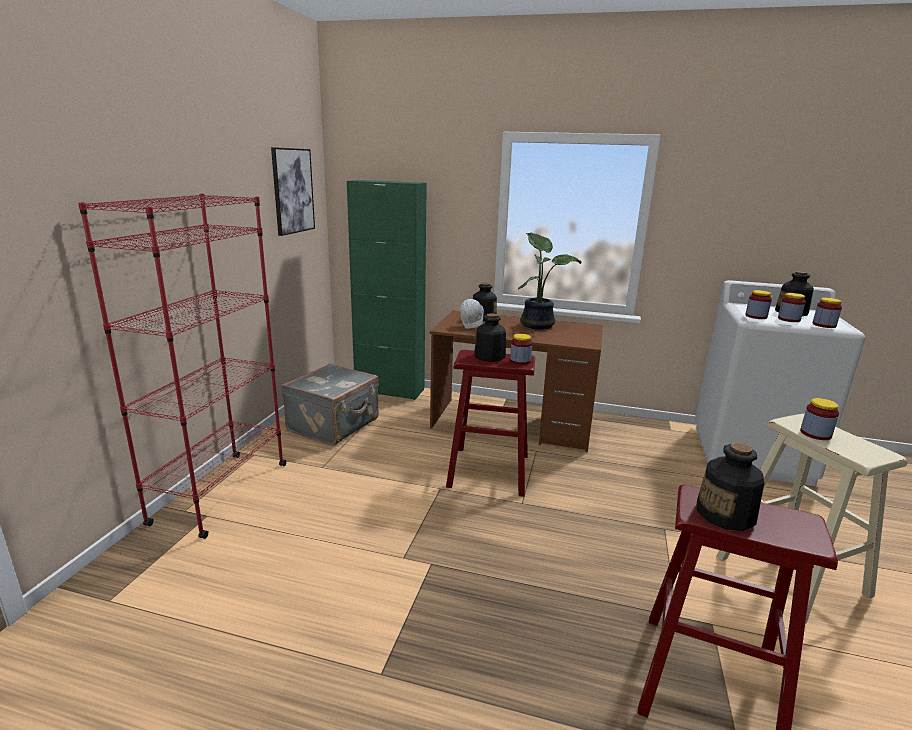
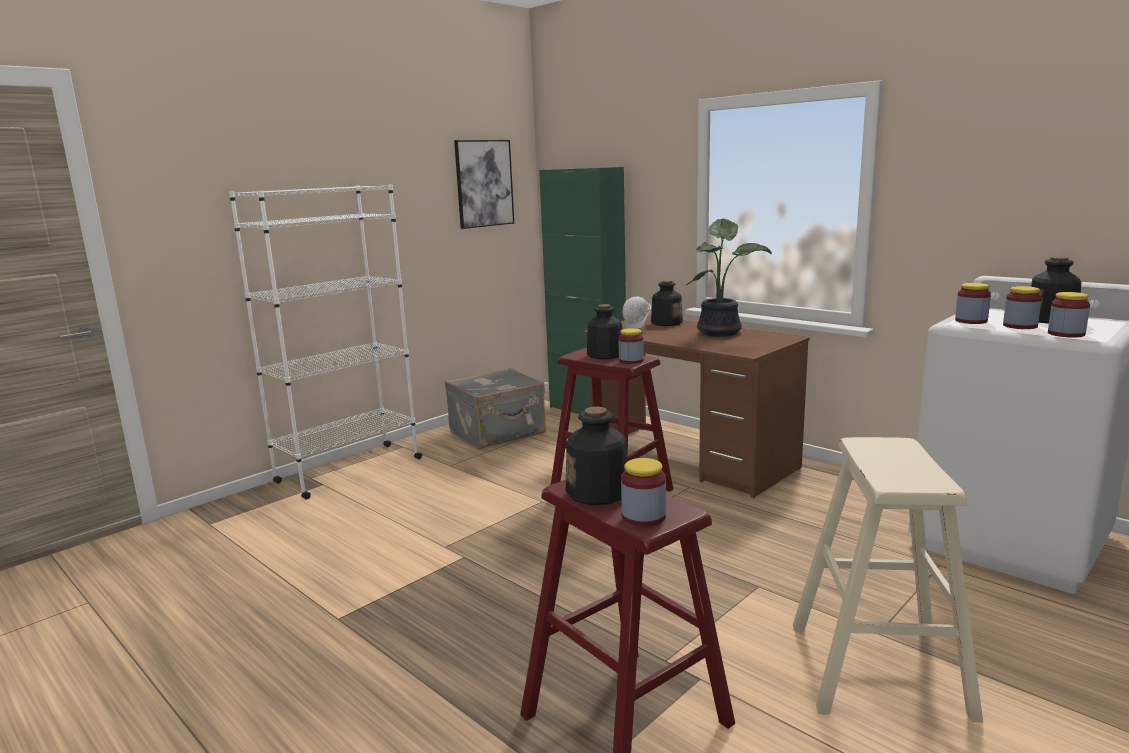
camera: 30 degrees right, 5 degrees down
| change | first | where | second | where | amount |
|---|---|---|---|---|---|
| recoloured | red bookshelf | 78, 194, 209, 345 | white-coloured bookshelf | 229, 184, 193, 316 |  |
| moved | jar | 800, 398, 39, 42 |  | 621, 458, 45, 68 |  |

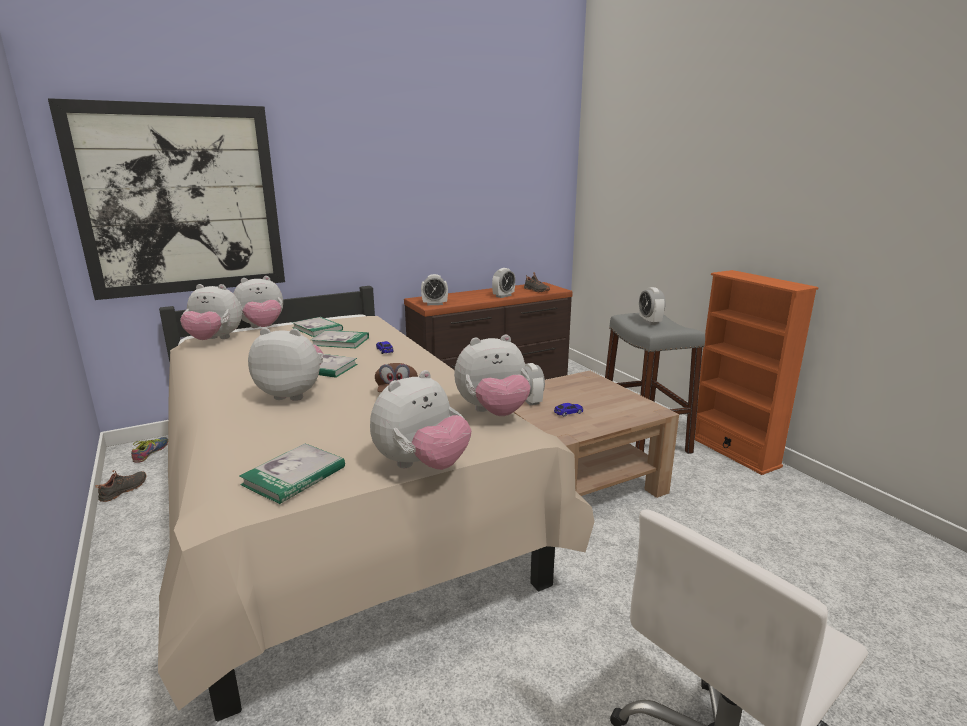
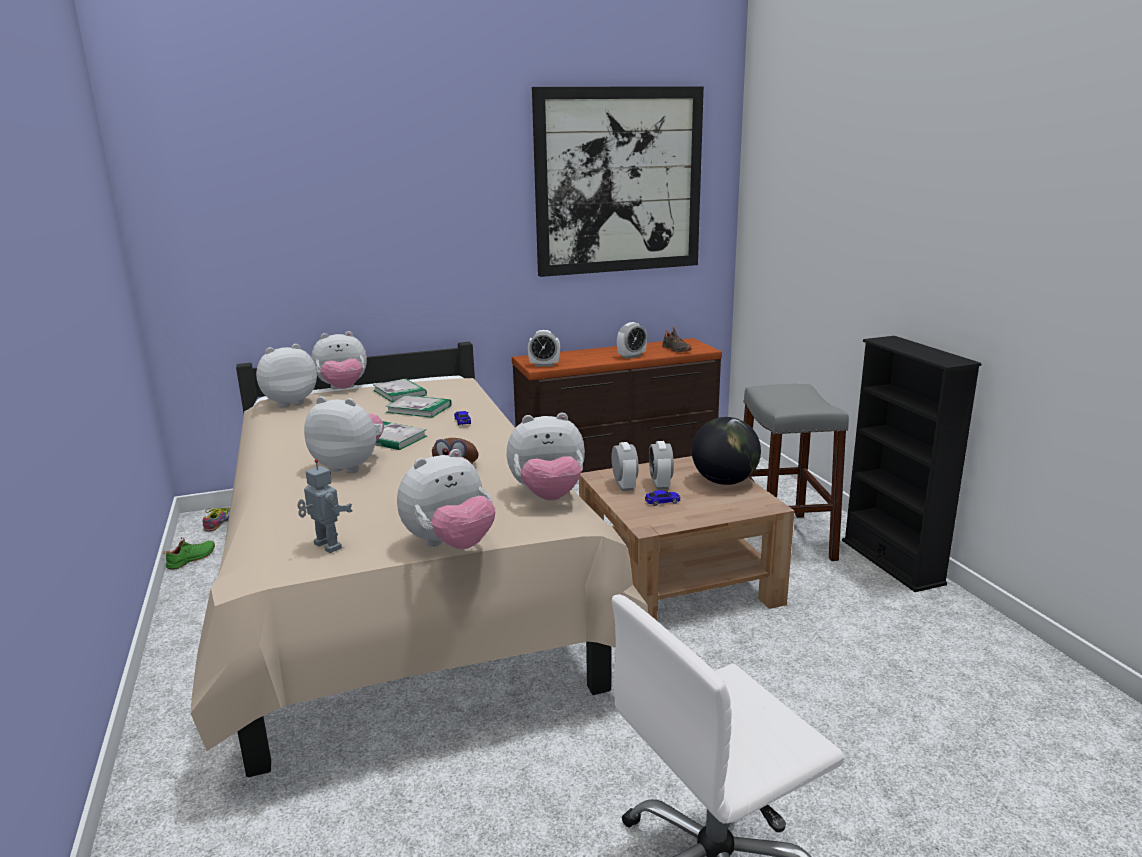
camera: 10 degrees right, 0 degrees up
| change | first | where | second | where | amount |
|---|---|---|---|---|---|
| recoloured | black shoe | 95, 470, 51, 32 | green-coloured shoe | 163, 537, 52, 33 |  |
| turned | plush toy | 180, 284, 62, 56 |  | 256, 344, 61, 63 | 135 degrees clockwise |
| replaced | bound book | 239, 443, 106, 61 | toy robot | 297, 459, 56, 94 |  |
| moved | wall picture | 48, 98, 237, 202 |  | 532, 86, 172, 191 |  |
| moved | table clock | 639, 287, 27, 38 |  | 649, 441, 25, 49 |  |
| added |  |  | desk globe | 692, 417, 69, 68 |  |
| recoloured | orange-coloured bookshelf | 695, 270, 124, 205 | black bookshelf | 842, 336, 140, 256 |  |

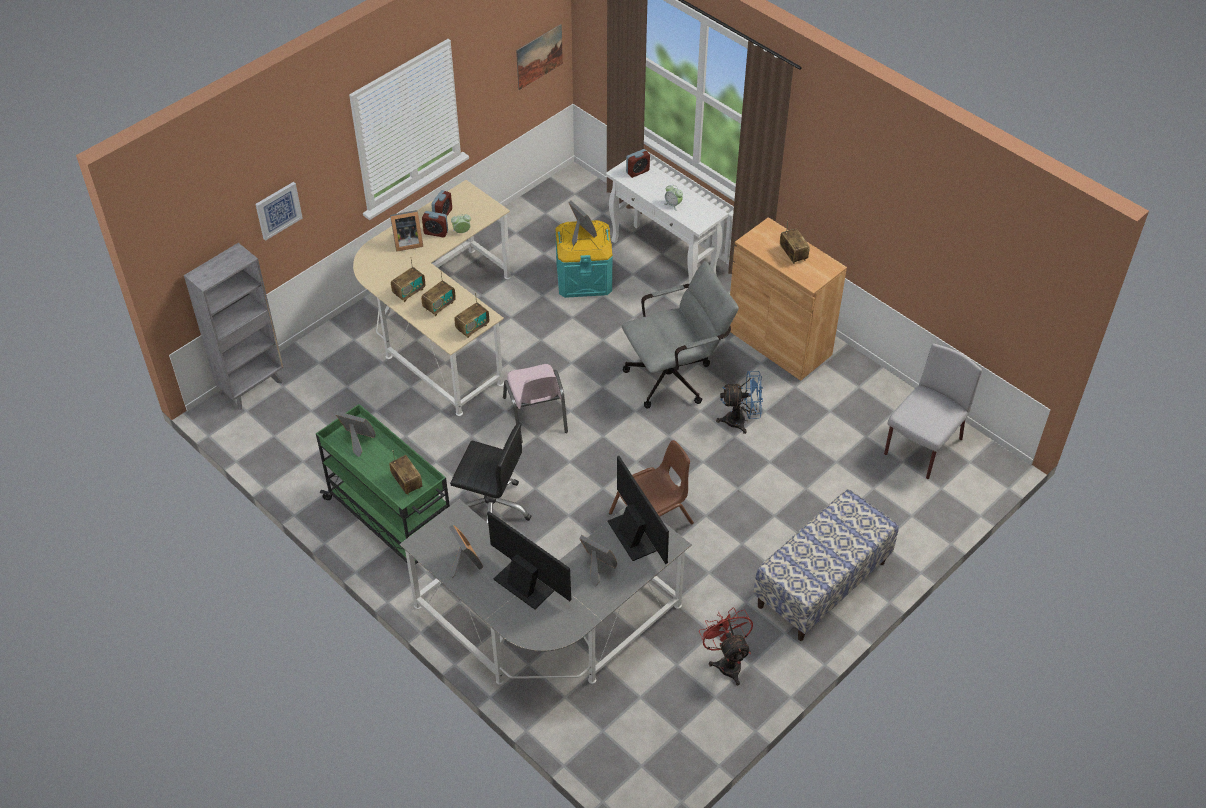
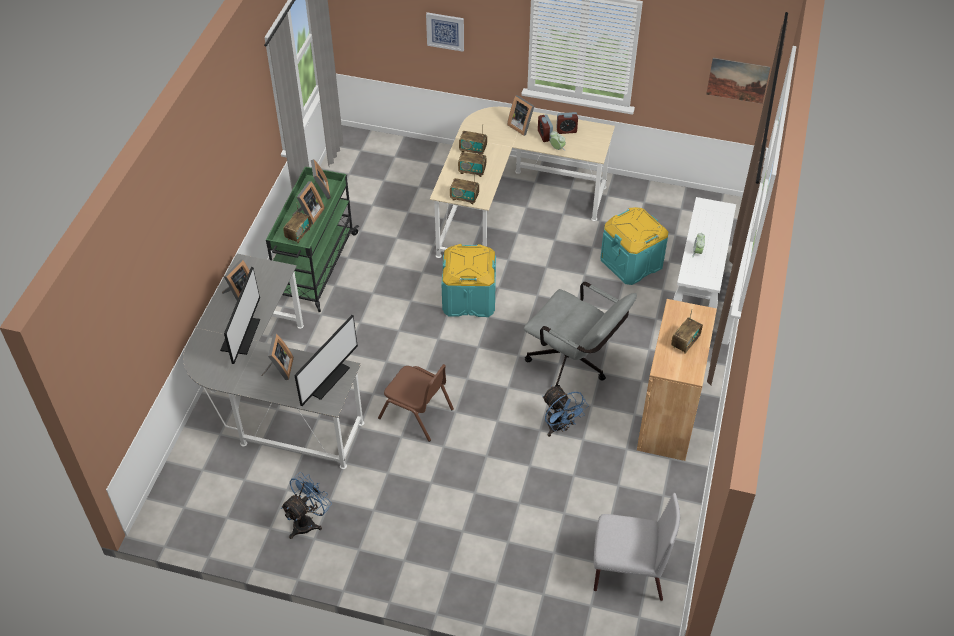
camera: 60 degrees right, 0 degrees up
| change | first | where | second | where | amount |
|---|---|---|---|---|---|
| recoloured | red electric fan | 699, 608, 54, 77 | blue electric fan | 281, 472, 51, 67 |  |
| moved | picture frame | 568, 201, 29, 45 |  | 292, 181, 33, 43 |  |
| replaced | pinkish plain chair | 503, 364, 65, 78 | turquoise storage bin | 441, 244, 55, 73 |  |
| removed | greyish bookshelf | 184, 243, 100, 167 |  |  |  |
| removed | black office chair | 450, 423, 81, 100 |  |  |  |
| removed | table clock | 626, 149, 24, 29 |  |  |  |
| removed | indoor bench | 753, 489, 146, 152 |  |  |  |

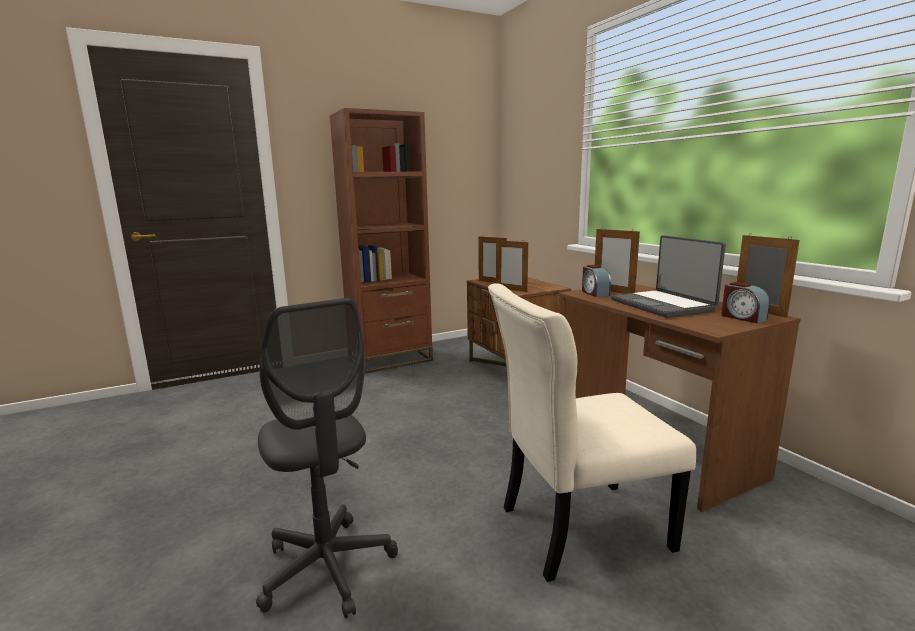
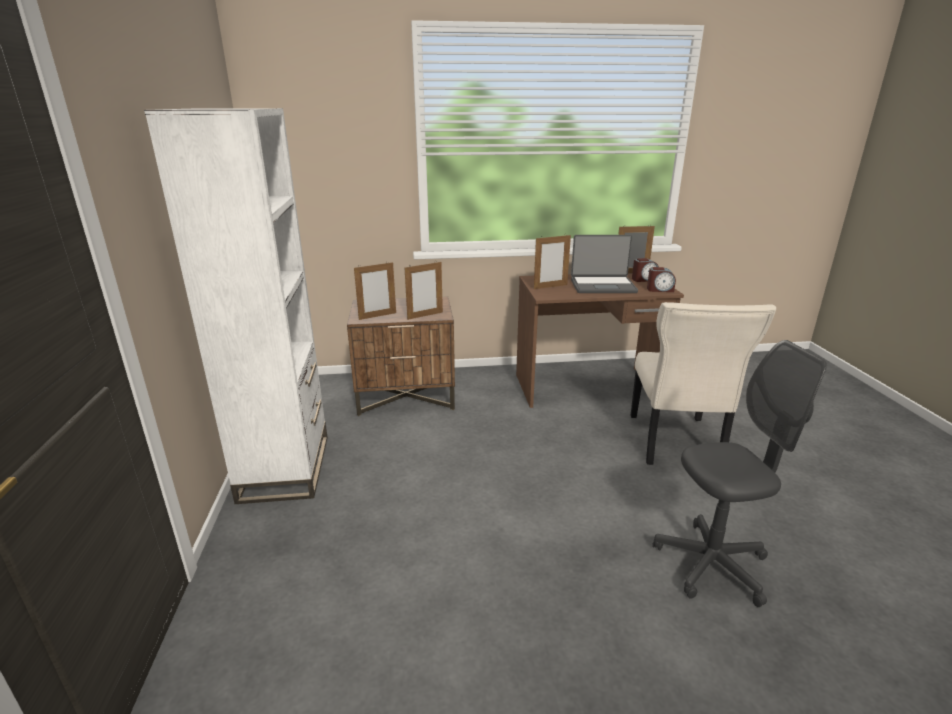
camera: 70 degrees left, 10 degrees up
| change | first | where | second | where | amount |
|---|---|---|---|---|---|
| recoloured | brown bookshelf | 330, 108, 103, 266 | white-coloured bookshelf | 144, 108, 184, 396 |  |
| moved | table clock | 582, 265, 29, 32 |  | 647, 267, 29, 25 |  |

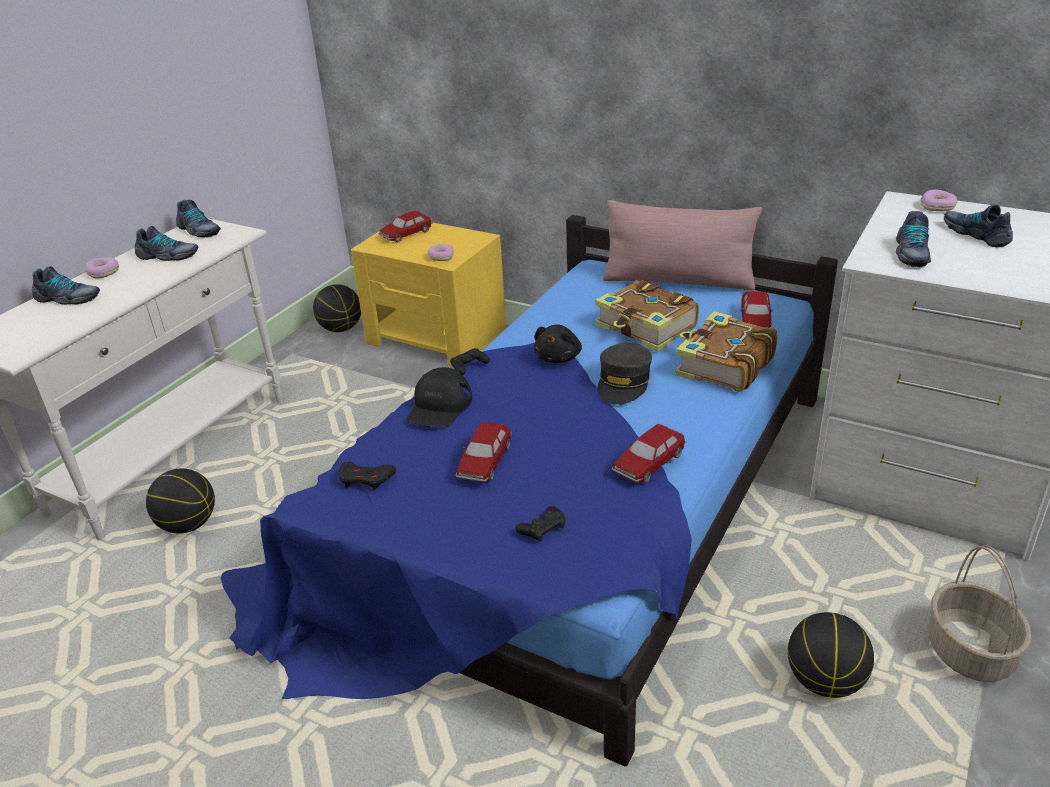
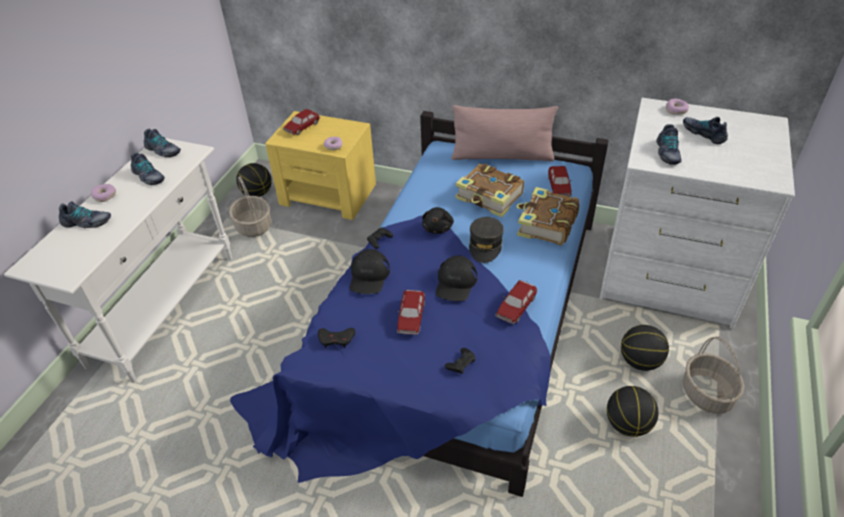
camera: 10 degrees left, 10 degrees up
| change | first | where | second | where | amount |
|---|---|---|---|---|---|
| turned | shoe | 135, 226, 63, 35 |  | 131, 152, 34, 33 | 45 degrees clockwise |
| added |  |  | basket | 229, 176, 43, 61 |  |
| added |  |  | black baseball cap | 436, 256, 41, 45 |  |
| moved | basketball ball | 146, 468, 69, 65 |  | 621, 325, 48, 46 |  |

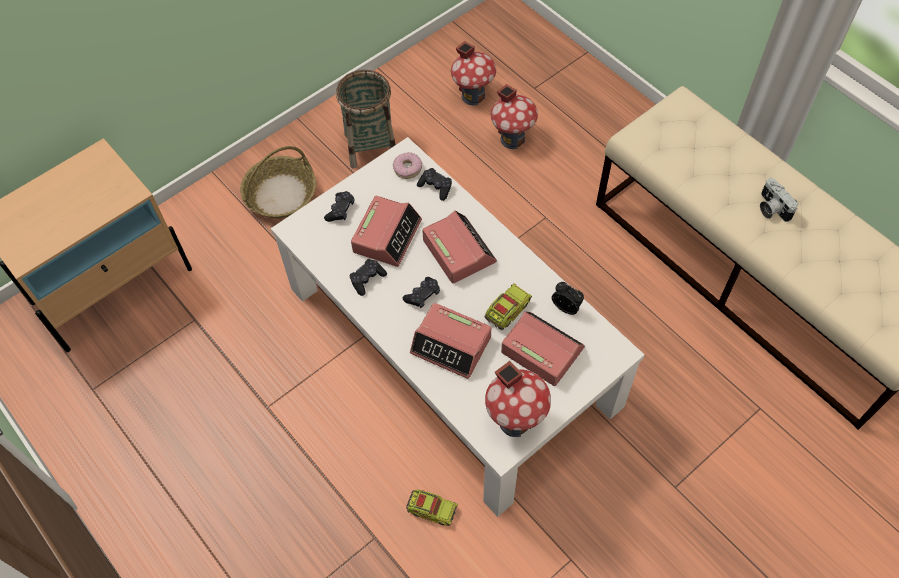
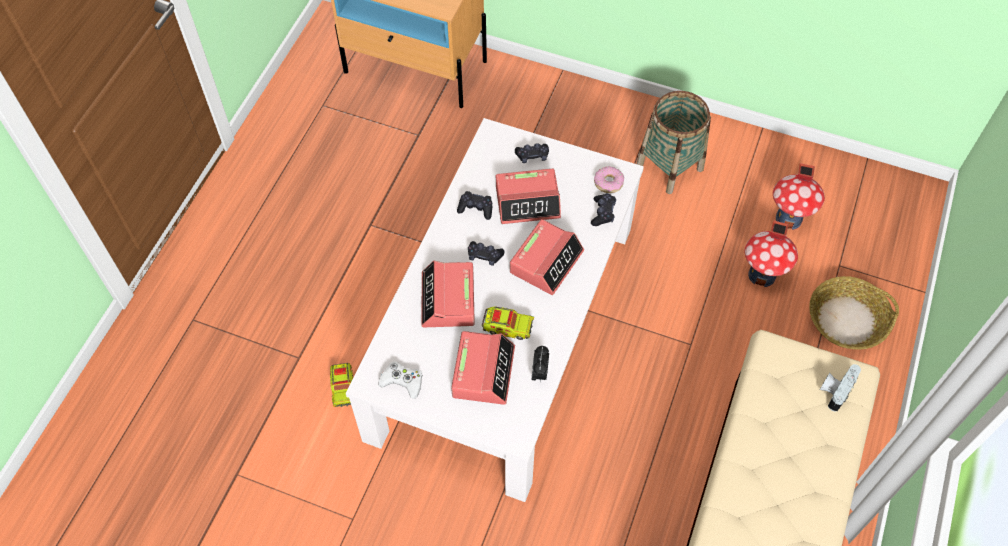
camera: 60 degrees right, 0 degrees up
| change | first | where | second | where | amount |
|---|---|---|---|---|---|
| replaced | miniature house | 485, 361, 66, 76 | white-coloured joypad | 378, 362, 45, 37 |  |
| moved | basket | 240, 146, 76, 72 |  | 809, 276, 90, 74 |  |
| moved | still camera | 760, 178, 38, 44 |  | 820, 364, 41, 48 |  |

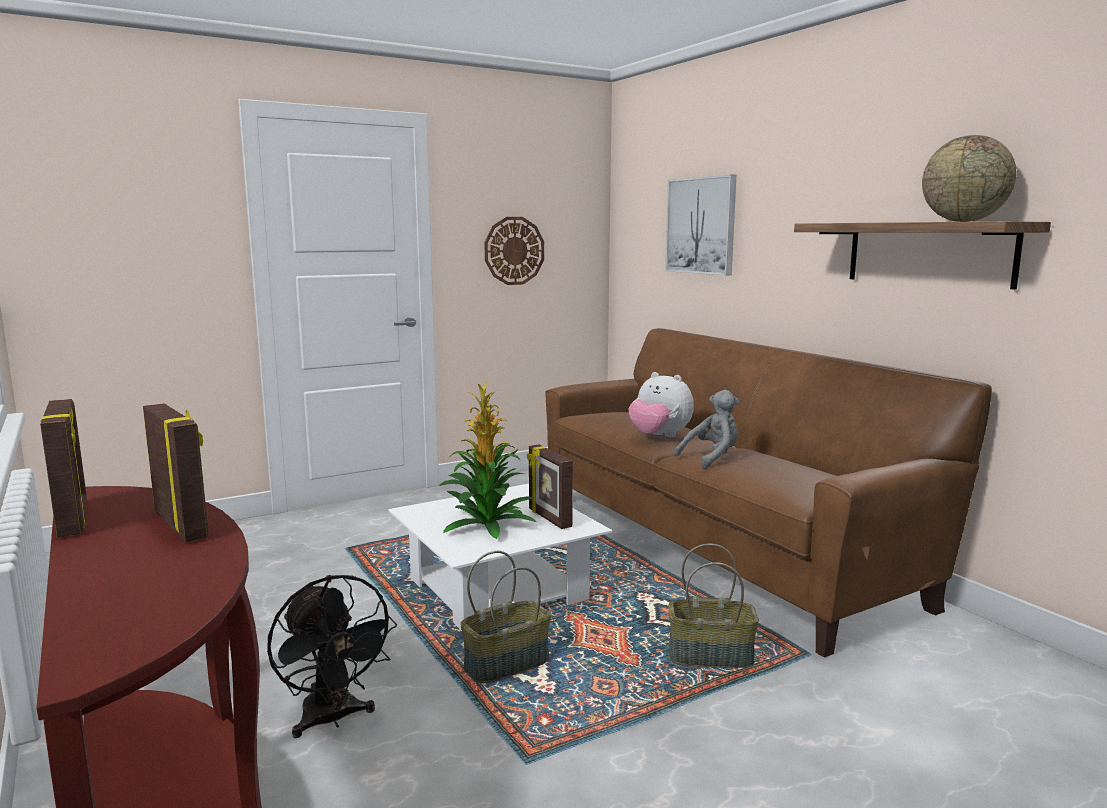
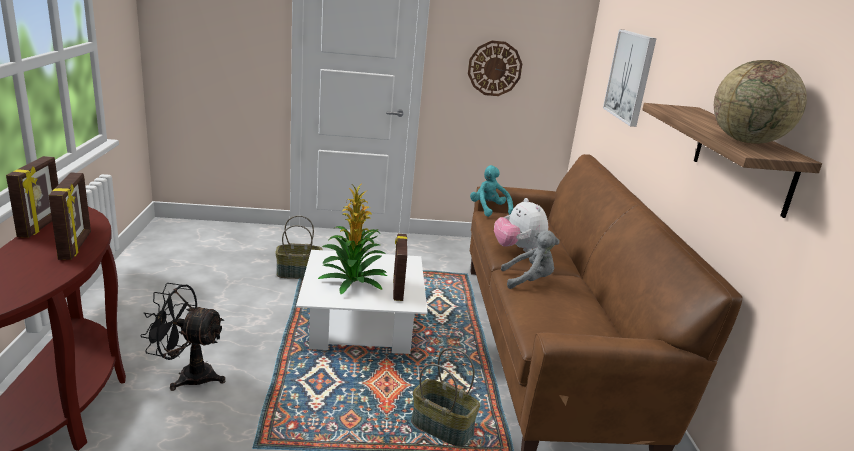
camera: 25 degrees right, 10 degrees up
| change | first | where | second | where | amount |
|---|---|---|---|---|---|
| turned | black electric fan | 267, 575, 130, 163 |  | 140, 283, 85, 108 | 105 degrees clockwise |
| moved | basket | 461, 551, 90, 132 |  | 275, 216, 48, 63 |  |
| added |  |  | turquoise plush toy | 470, 165, 43, 52 |  |

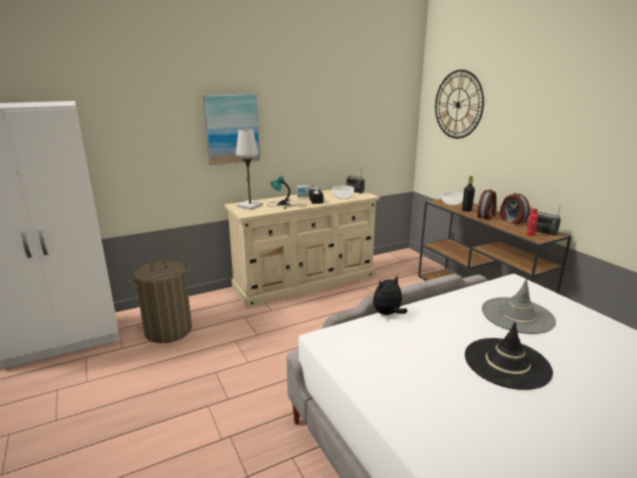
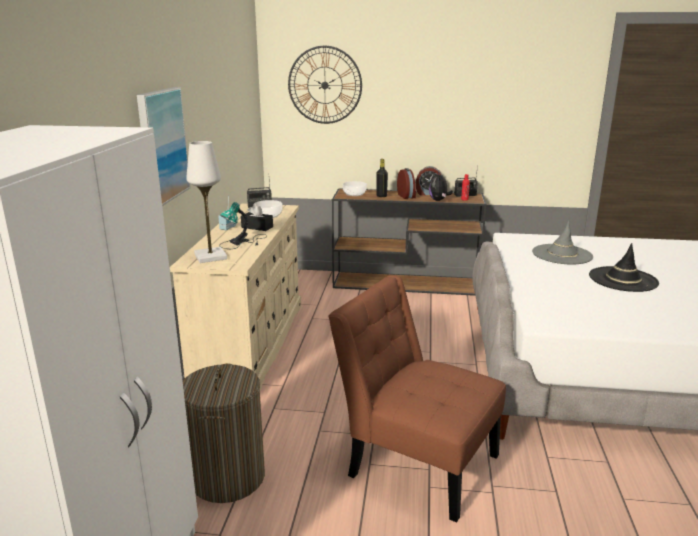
camera: 55 degrees left, 0 degrees up
| change | first | where | second | where | amount |
|---|---|---|---|---|---|
| added |  |  | brown plain chair | 328, 275, 178, 248 |  |
| moved | plush toy | 373, 276, 34, 39 |  | 429, 172, 24, 29 |  |

